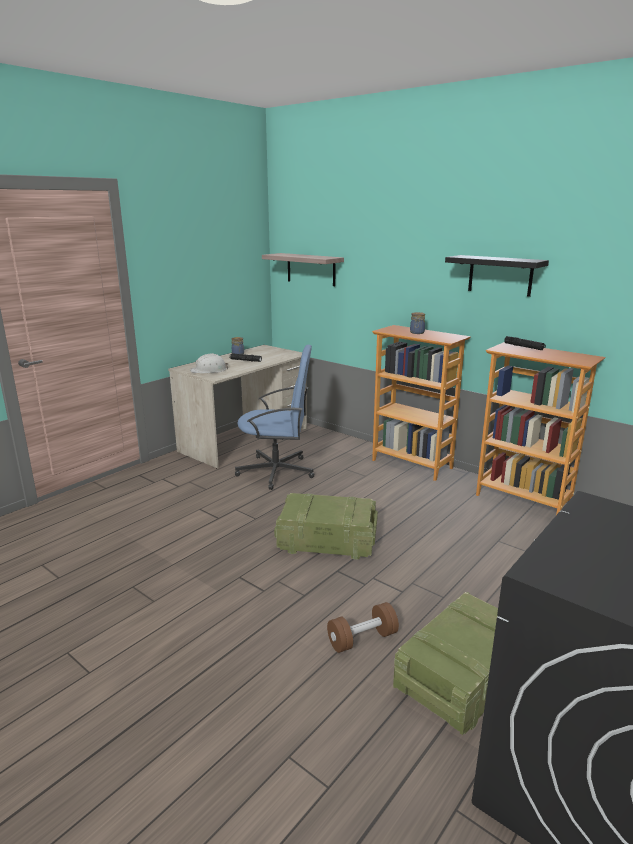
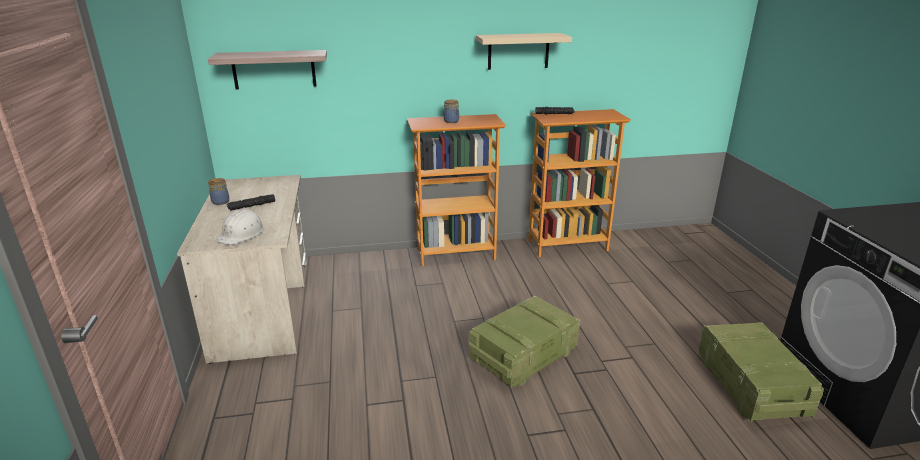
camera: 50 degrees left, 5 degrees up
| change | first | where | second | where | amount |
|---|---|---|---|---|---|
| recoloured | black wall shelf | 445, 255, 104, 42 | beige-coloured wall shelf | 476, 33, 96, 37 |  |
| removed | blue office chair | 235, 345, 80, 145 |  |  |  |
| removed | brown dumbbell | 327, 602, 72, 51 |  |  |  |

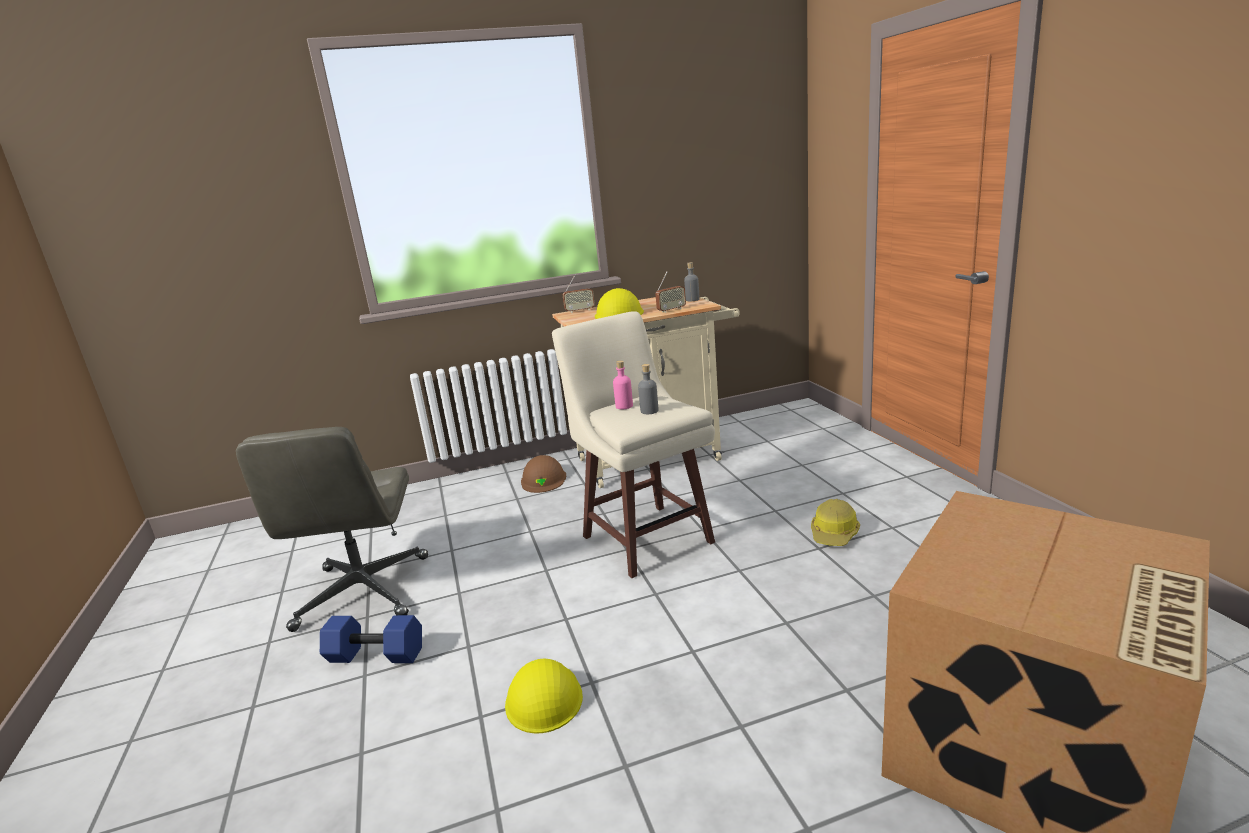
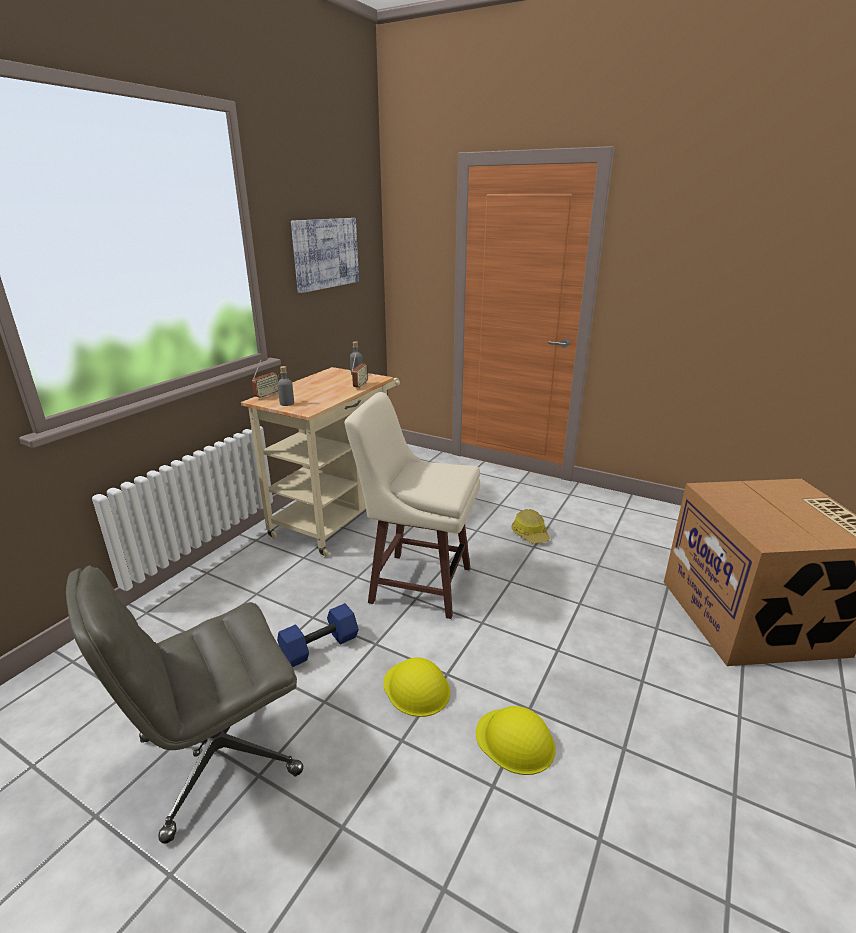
camera: 45 degrees left, 5 degrees up
| change | first | where | second | where | amount |
|---|---|---|---|---|---|
| turned | greyish office chair | 236, 427, 192, 205 |  | 66, 566, 237, 278 | 105 degrees clockwise |
| moved | blue dumbbell | 320, 615, 102, 48 |  | 277, 603, 82, 64 |  |
| moved | greyish drink bottle | 638, 364, 20, 50 |  | 278, 366, 16, 40 |  |
| added |  |  | wall picture | 291, 218, 68, 75 |  |
| moved | yellowish hard hat | 595, 288, 49, 31 |  | 383, 657, 67, 60 |  |
| removed | brown hard hat | 521, 455, 45, 38 |  |  |  |
| removed | pinkish drink bottle | 613, 360, 20, 49 |  |  |  |

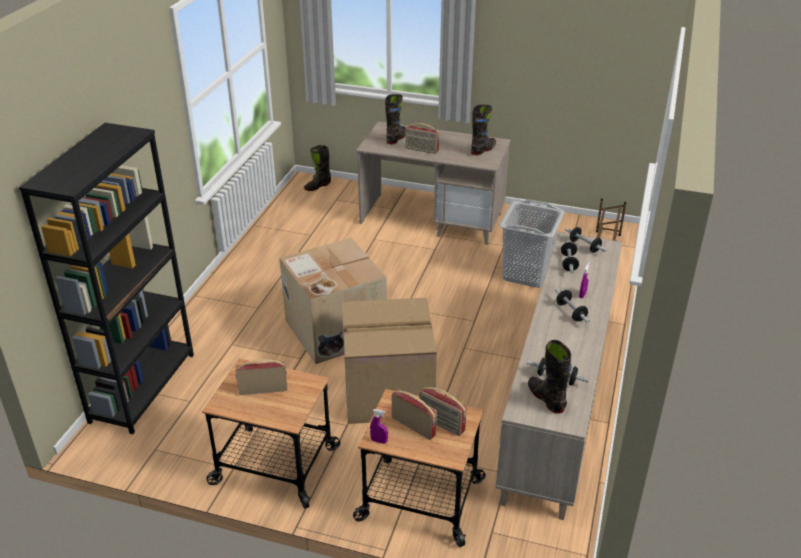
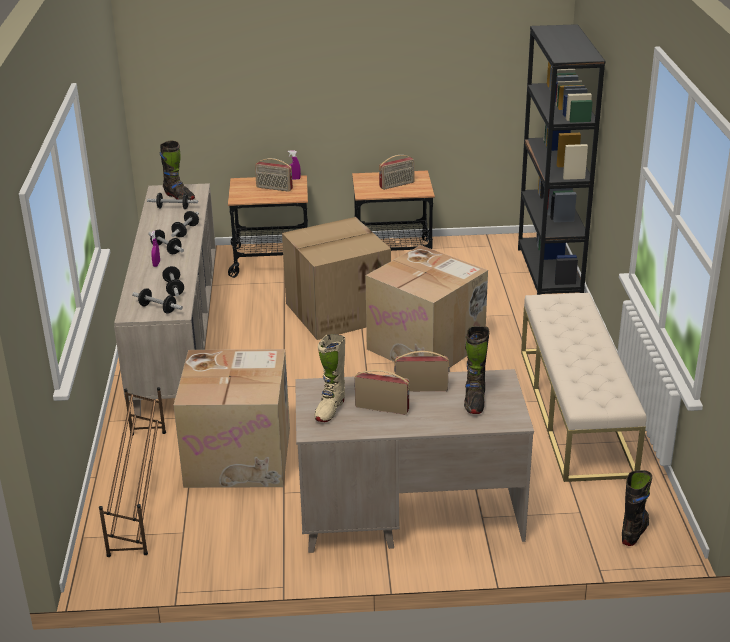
camera: 160 degrees right, 5 degrees down
| change | first | where | second | where | amount |
|---|---|---|---|---|---|
| added |  |  | dumbbell | 171, 211, 28, 26 |  |
| replaced | greyish washing basket | 499, 200, 66, 88 | cardboard box | 173, 349, 117, 139 |  |
| recoloured | black boot | 471, 104, 25, 51 | beige-coloured boot | 314, 334, 31, 88 |  |
| moved | radio | 419, 387, 48, 49 |  | 354, 369, 56, 46 |  |
| added |  |  | beige-coloured indoor bench | 521, 293, 126, 189 |  |

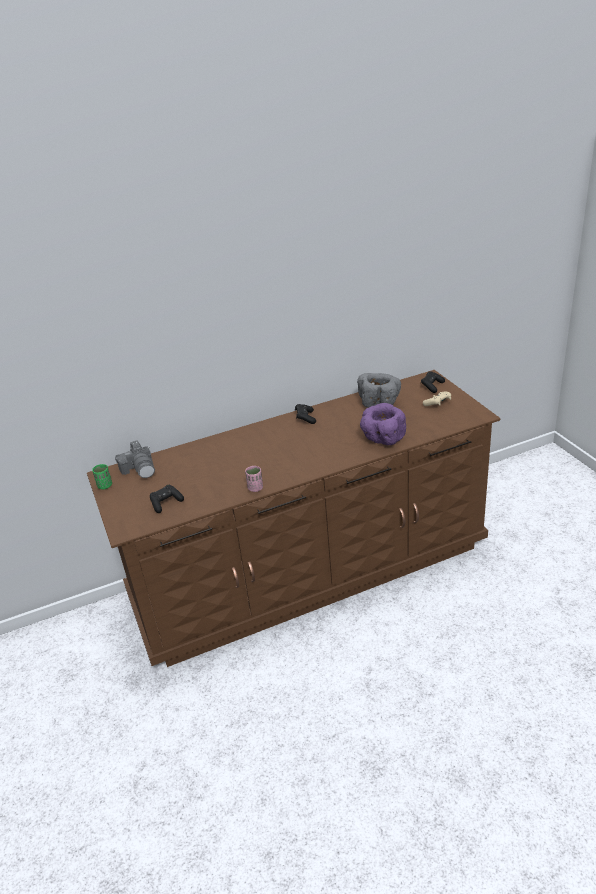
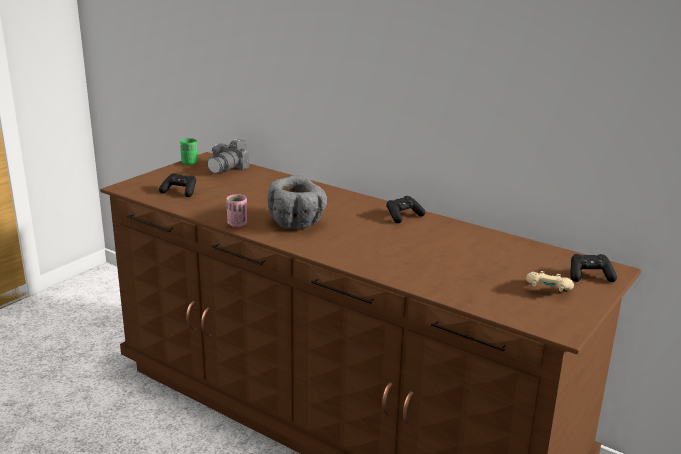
camera: 55 degrees right, 10 degrees down
| change | first | where | second | where | amount |
|---|---|---|---|---|---|
| moved | greyish serving bowl | 357, 373, 44, 35 |  | 268, 175, 59, 54 |  |
| removed | purple-coloured serving bowl | 360, 403, 46, 42 |  |  |  |

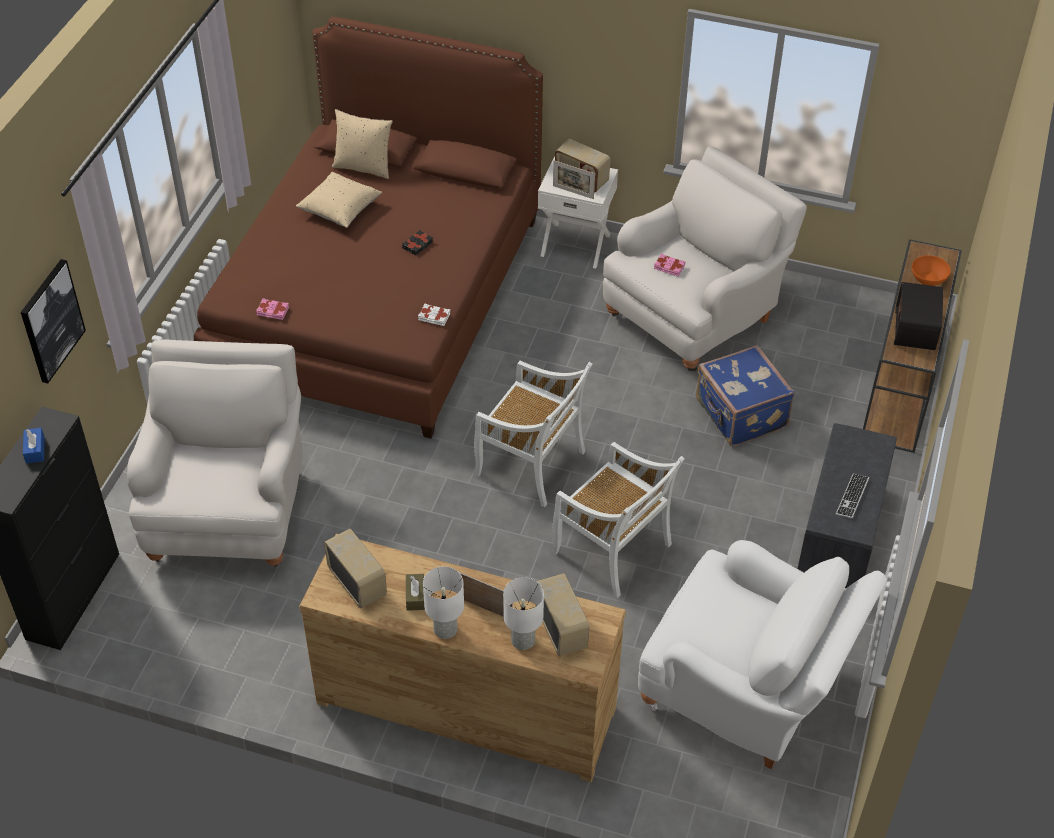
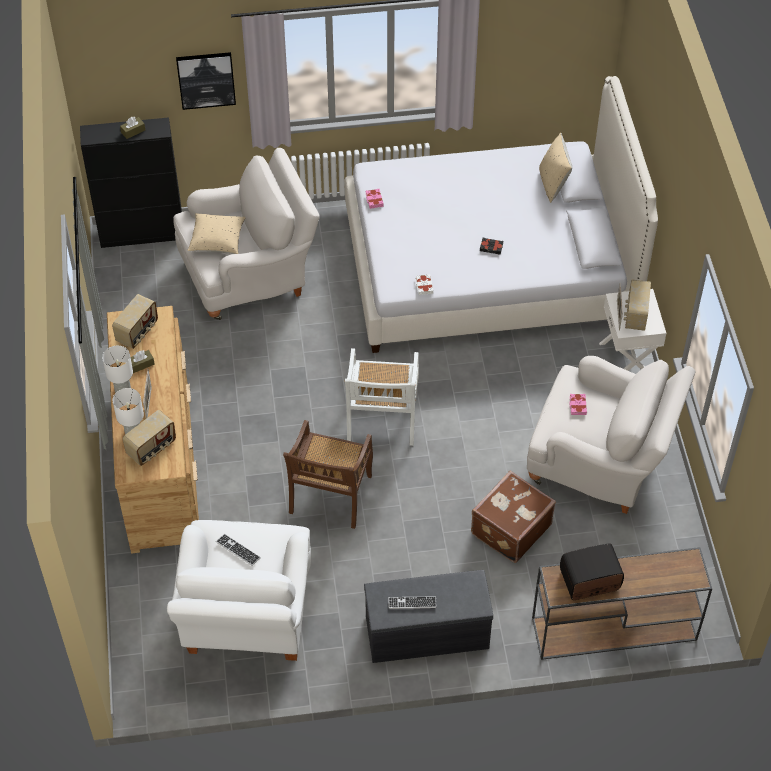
camera: 65 degrees right, 5 degrees up
| change | first | where | second | where | amount |
|---|---|---|---|---|---|
| recoloured | blue tissue holder | 23, 428, 22, 35 | brown tissue holder | 120, 117, 25, 22 |  |
| moved | beige-coloured throw pillow | 296, 172, 86, 56 |  | 188, 213, 57, 41 |  |
| added |  |  | computer keyboard | 216, 534, 45, 32 |  |
| recoloured | white-coloured plain chair | 552, 442, 132, 156 | brown plain chair | 283, 420, 90, 109 |  |
| recoloured | brown bed | 194, 17, 349, 422 | white-coloured bed | 345, 76, 313, 277 |  |
| recoloured | blue piece of luggage | 696, 345, 98, 101 | brown piece of luggage | 471, 471, 85, 92 |  |
| removed | orange-coloured serving bowl | 912, 255, 39, 31 |  |  |  |

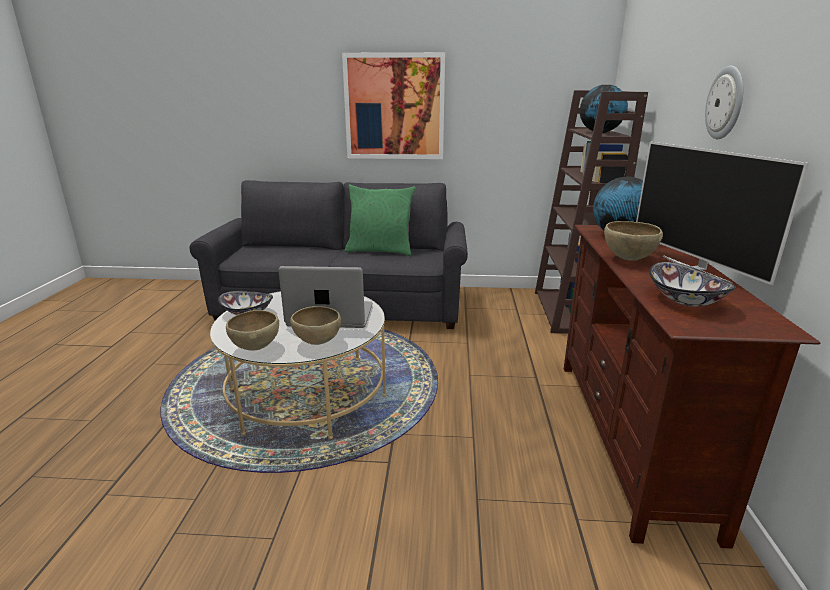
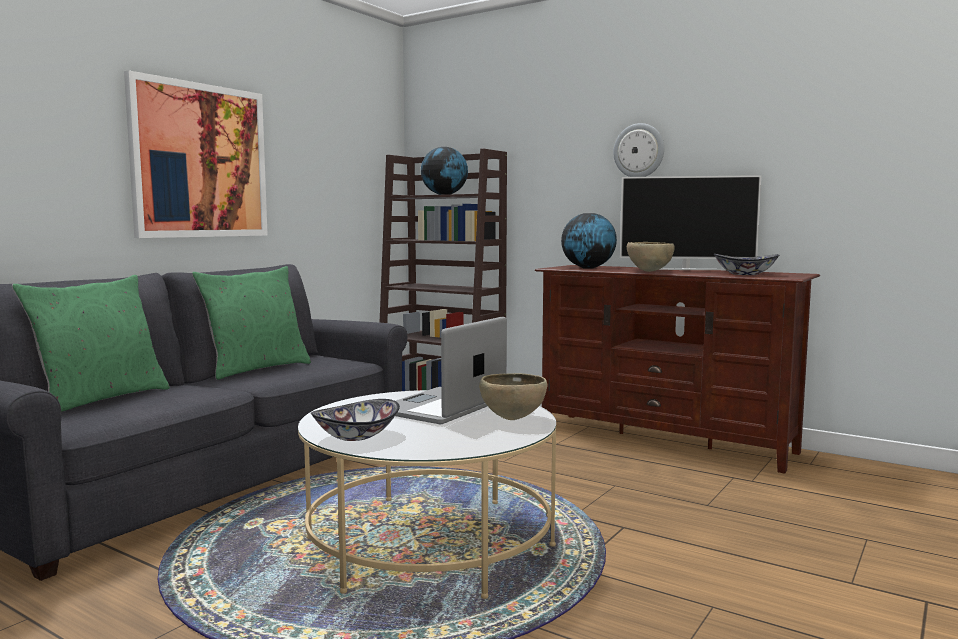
camera: 60 degrees left, 15 degrees down
| change | first | where | second | where | amount |
|---|---|---|---|---|---|
| added |  |  | green-coloured throw pillow | 12, 275, 158, 137 |  |
| removed | brown serving bowl | 226, 310, 53, 41 |  |  |  |

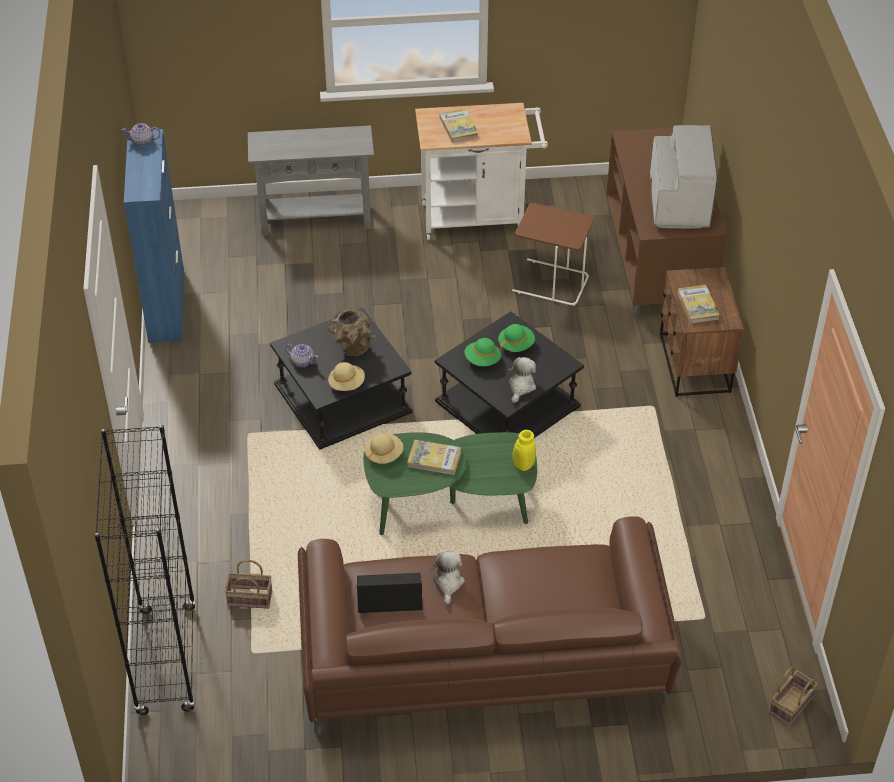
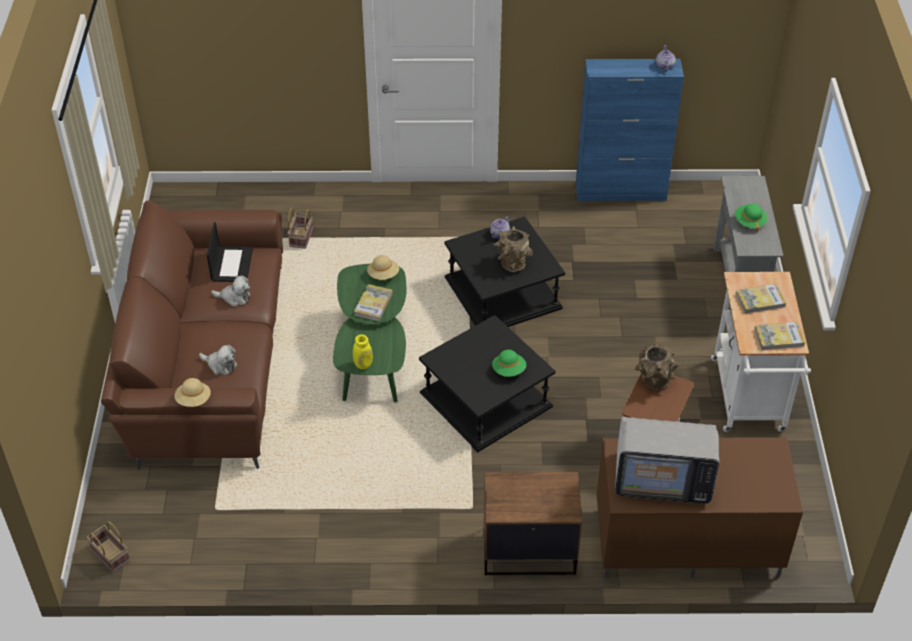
camera: 95 degrees right, 0 degrees up
| change | first | where | second | where | amount |
|---|---|---|---|---|---|
| moved | beige-coloured hat | 328, 362, 37, 29 |  | 174, 378, 37, 29 |  |
| moved | plush toy | 508, 357, 28, 46 |  | 199, 345, 39, 30 |  |
| added |  |  | brown vase | 635, 344, 44, 46 |  |
| moved | green-coloured hat | 464, 338, 37, 28 |  | 735, 204, 32, 29 |  |
| moved | bound book | 677, 285, 42, 39 |  | 754, 322, 52, 28 |  |
| removed | black bookshelf | 94, 425, 102, 290 |  |  |  |

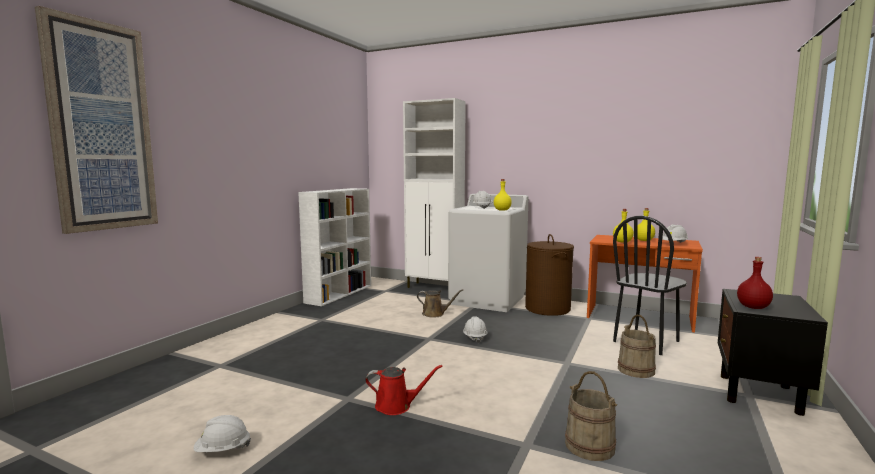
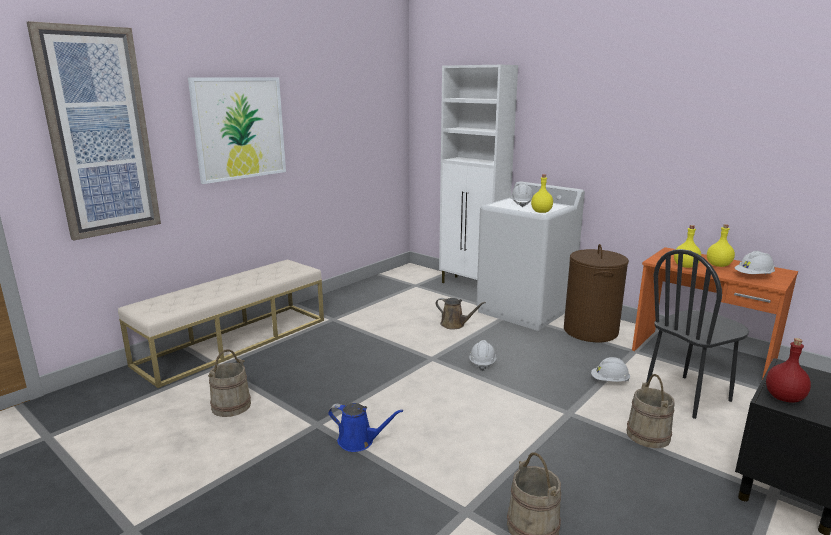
camera: 15 degrees right, 10 degrees up
| change | first | where | second | where | amount |
|---|---|---|---|---|---|
| added |  |  | beige-coloured indoor bench | 118, 259, 206, 129 |  |
| added |  |  | wall picture | 188, 77, 98, 107 |  |
| added |  |  | beige-coloured water bucket | 208, 349, 43, 68 |  |
| recoloured | red watering can | 365, 365, 78, 50 | blue watering can | 328, 403, 75, 49 |  |
| moved | white-coloured hard hat | 193, 415, 58, 37 |  | 591, 357, 39, 25 |  |
| removed | white-coloured bookshelf | 298, 188, 73, 118 |  |  |  |

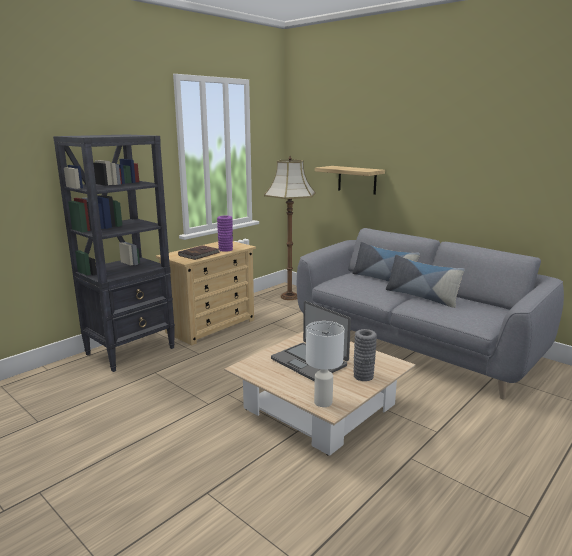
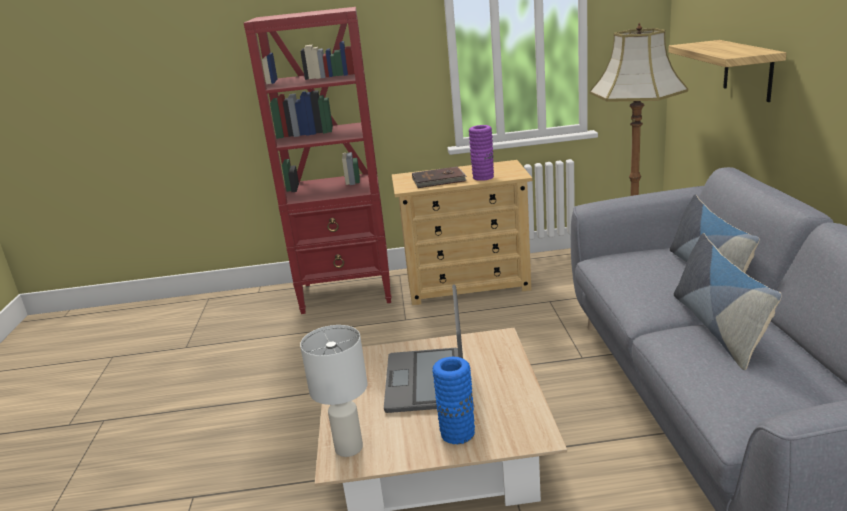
camera: 45 degrees right, 5 degrees up
| change | first | where | second | where | amount |
|---|---|---|---|---|---|
| recoloured | black bookshelf | 53, 134, 122, 238 | red bookshelf | 244, 7, 148, 307 |  |
| recoloured | greyish vase | 353, 329, 24, 52 | blue vase | 432, 357, 43, 87 |  |

